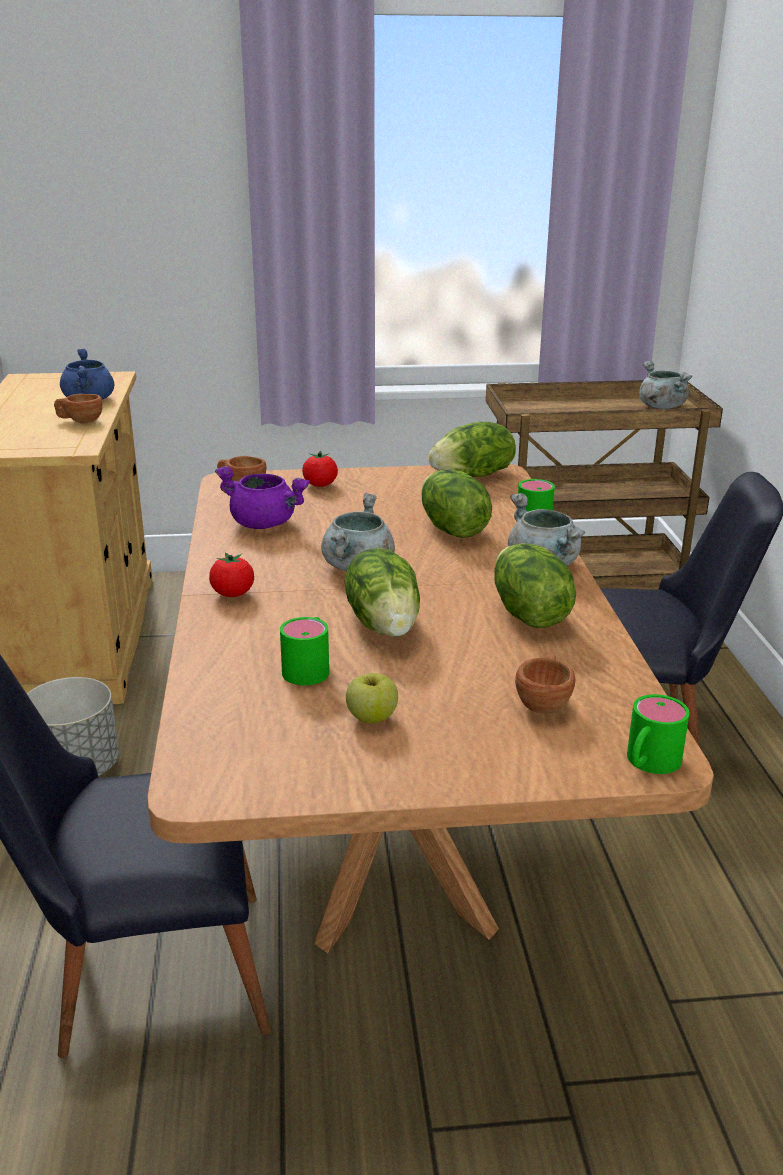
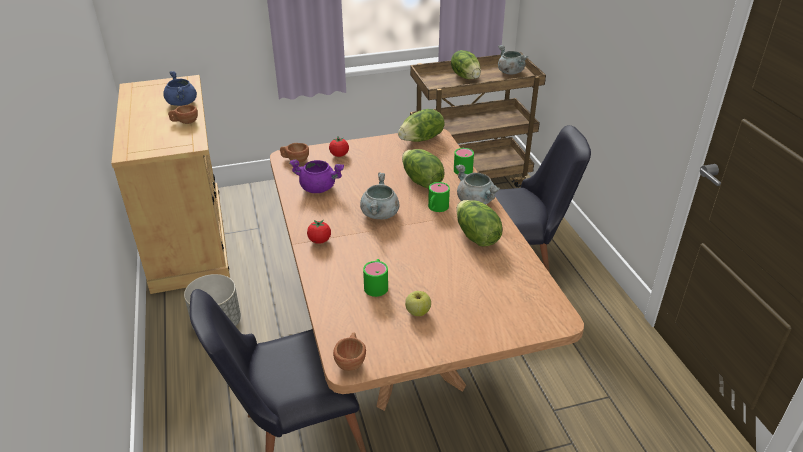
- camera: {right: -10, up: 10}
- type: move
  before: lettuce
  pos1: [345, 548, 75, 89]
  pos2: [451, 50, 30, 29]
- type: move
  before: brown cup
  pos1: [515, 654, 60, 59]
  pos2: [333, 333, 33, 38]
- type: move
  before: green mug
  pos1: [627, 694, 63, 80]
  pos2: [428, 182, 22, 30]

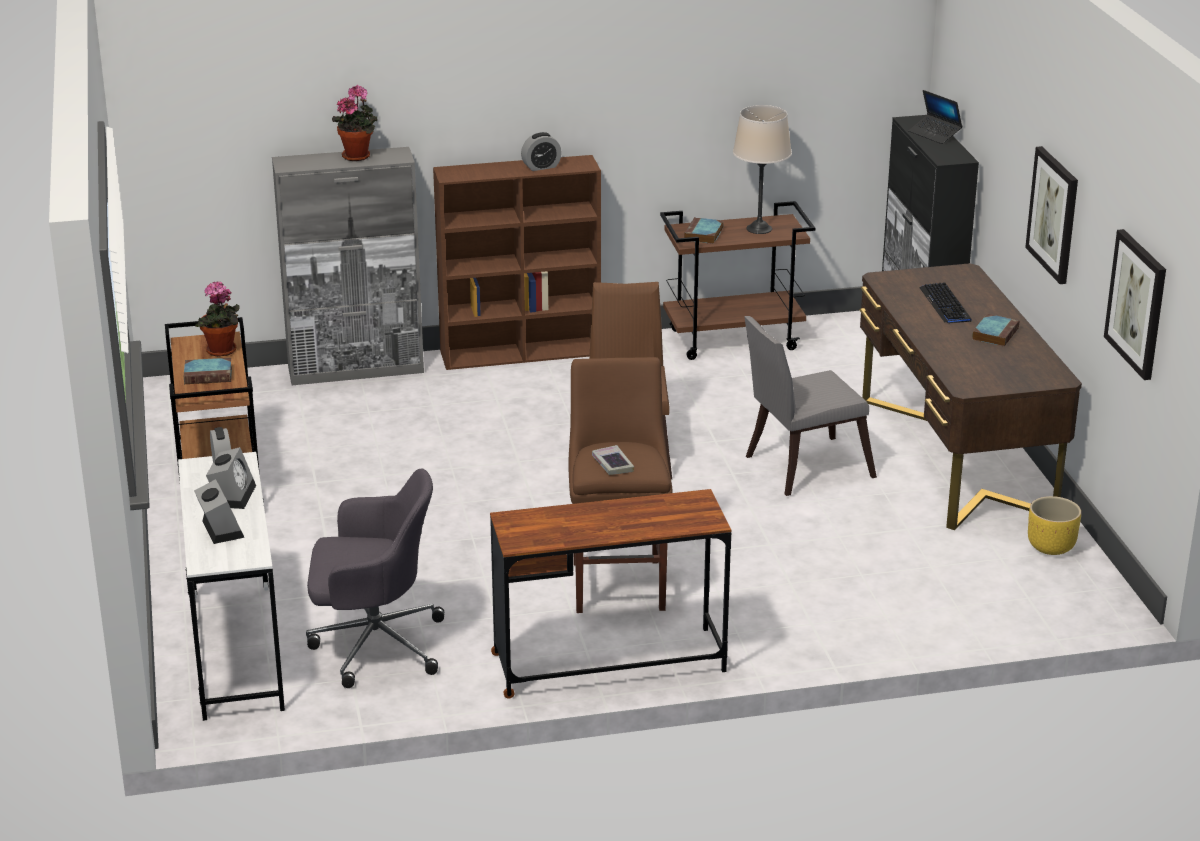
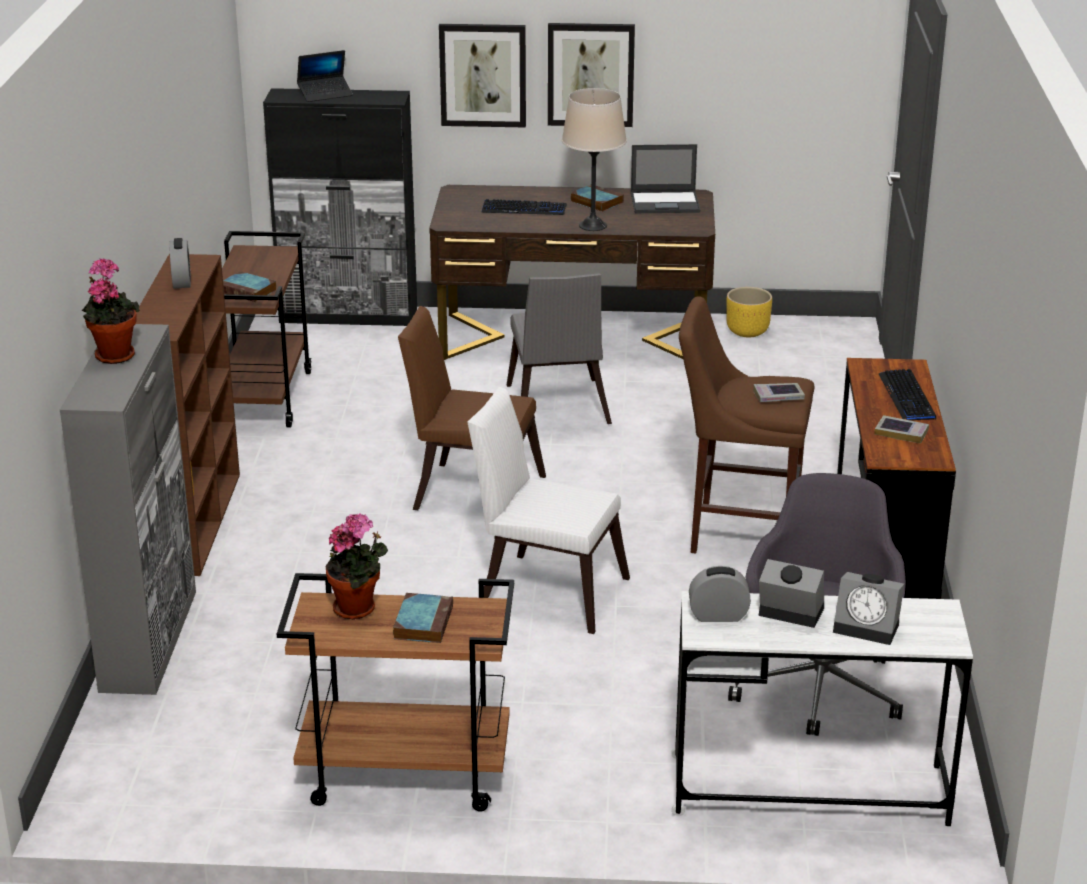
- camera: {right: -75, up: 0}
- type: insert
  after: white chair
  pos2: [467, 387, 163, 247]
- type: insert
  after: laptop
  pos2: [631, 144, 69, 69]
- type: insert
  after: book
  pos2: [874, 415, 55, 29]
- type: insert
  after: keyboard
  pos2: [879, 369, 57, 51]
- type: move
  before: beige table lamp
  pos1: [733, 105, 59, 129]
  pos2: [562, 88, 65, 143]
- type: move
  before: picture
  pos1: [1104, 229, 62, 151]
  pos2: [439, 24, 87, 104]
- type: rotate
  before: alarm clock
  pos1: [194, 479, 50, 65]
  pos2: [833, 572, 71, 73]
  turn: -150

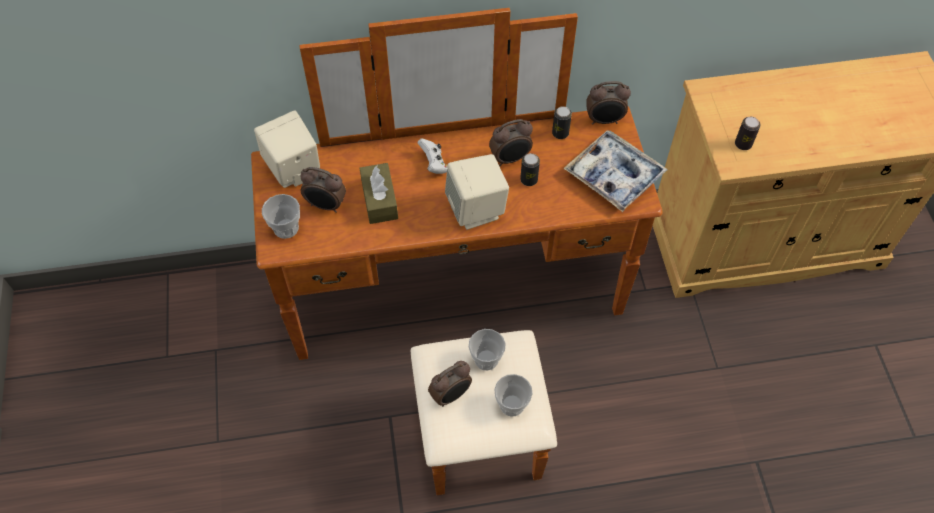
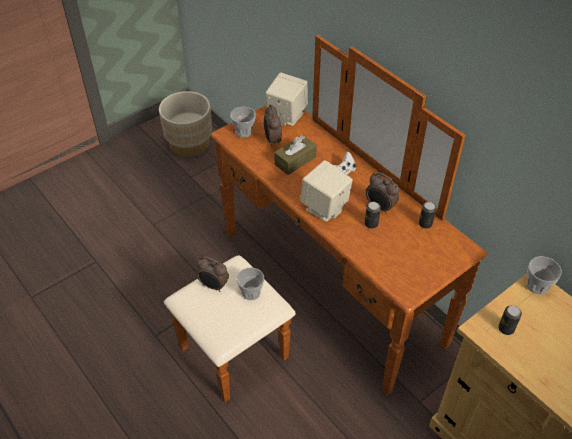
- camera: {right: 60, up: -10}
- type: delete
  before: tray
  pos1: [564, 130, 103, 82]
- type: delete
  before: alarm clock
  pos1: [586, 81, 45, 44]
- type: insert
  after: beige planter
  pos2: [159, 91, 53, 66]
- type: move
  before: cup
  pos1: [494, 374, 39, 42]
  pos2: [527, 256, 35, 39]

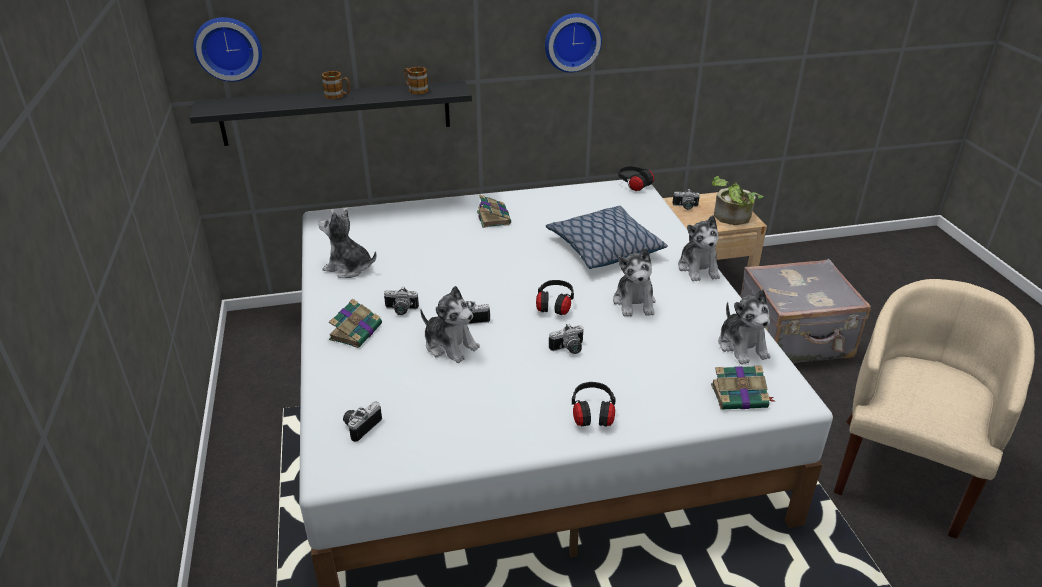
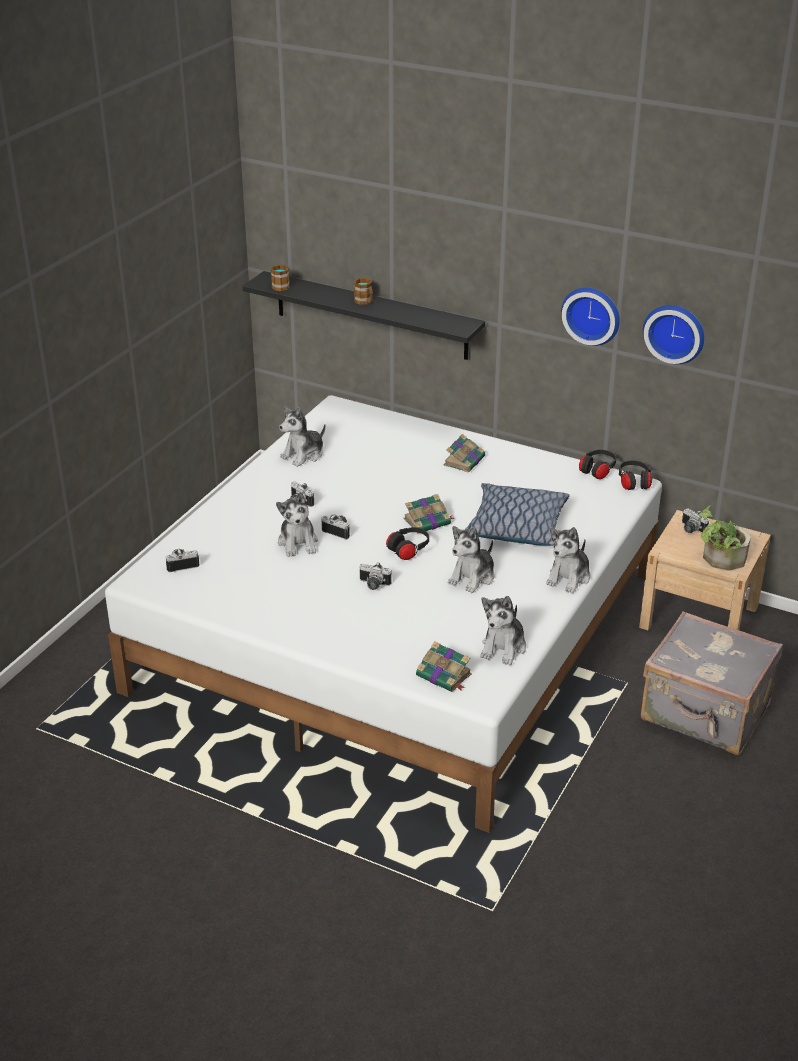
- camera: {right: 40, up: 0}
- type: delete
  before: beige armchair
  pos1: [834, 279, 201, 260]
- type: move
  before: wall clock
  pos1: [194, 17, 68, 65]
  pos2: [643, 305, 61, 59]
- type: move
  before: book
  pos1: [329, 299, 53, 49]
  pos2: [404, 494, 50, 40]
- type: move
  before: mug
  pos1: [404, 67, 24, 28]
  pos2: [271, 264, 19, 27]
- type: move
  before: black headphones
  pos1: [572, 382, 44, 45]
  pos2: [579, 449, 37, 30]
- type: rotate
  before: plush toy
  pos1: [319, 209, 58, 69]
  pos2: [279, 406, 46, 61]
  turn: -105

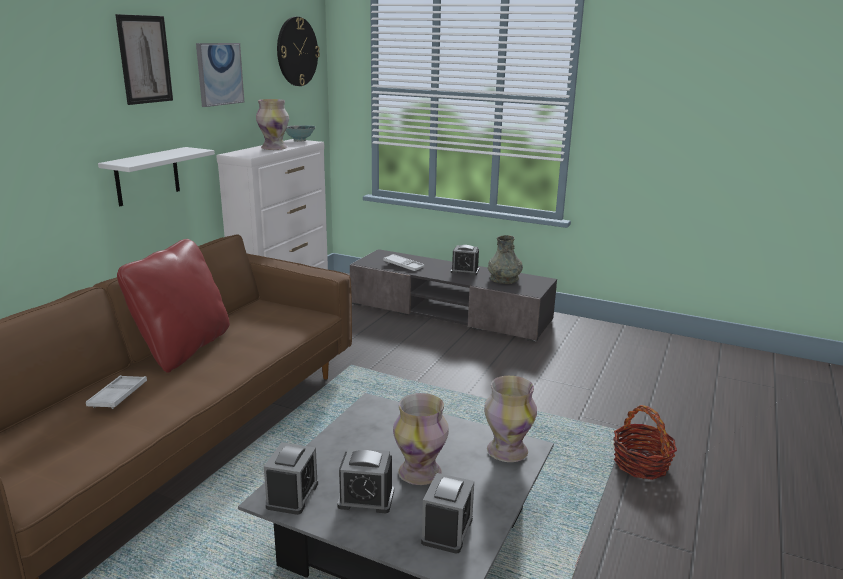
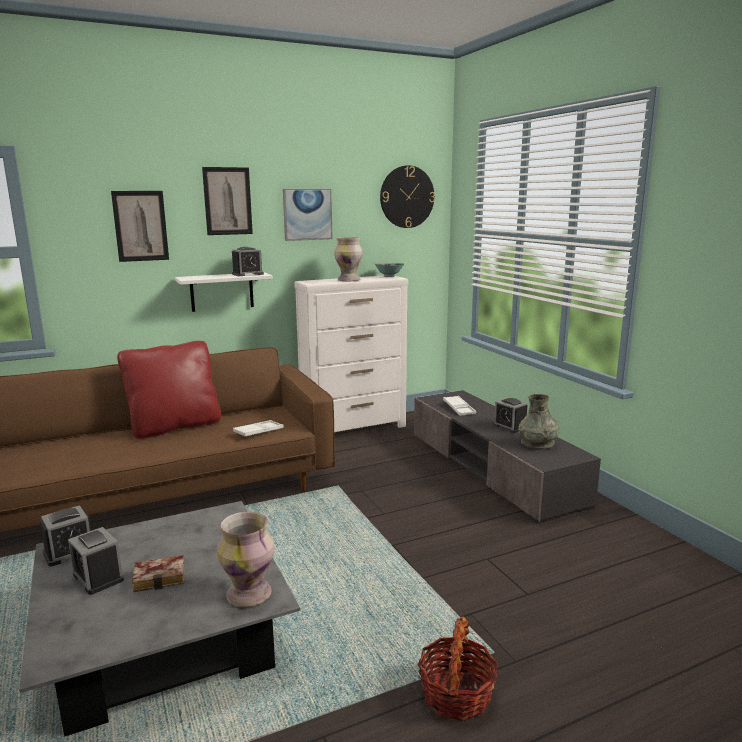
- camera: {right: 40, up: -5}
- type: insert
  after: picture
  pos2: [111, 191, 58, 71]
- type: move
  before: white tray
  pos1: [86, 375, 61, 34]
  pos2: [233, 420, 51, 18]
- type: move
  before: alarm clock
  pos1: [421, 473, 53, 81]
  pos2: [232, 247, 32, 29]
- type: replace
  before: vase
  after: book
  pos1: [393, 393, 56, 92]
  pos2: [132, 555, 53, 37]

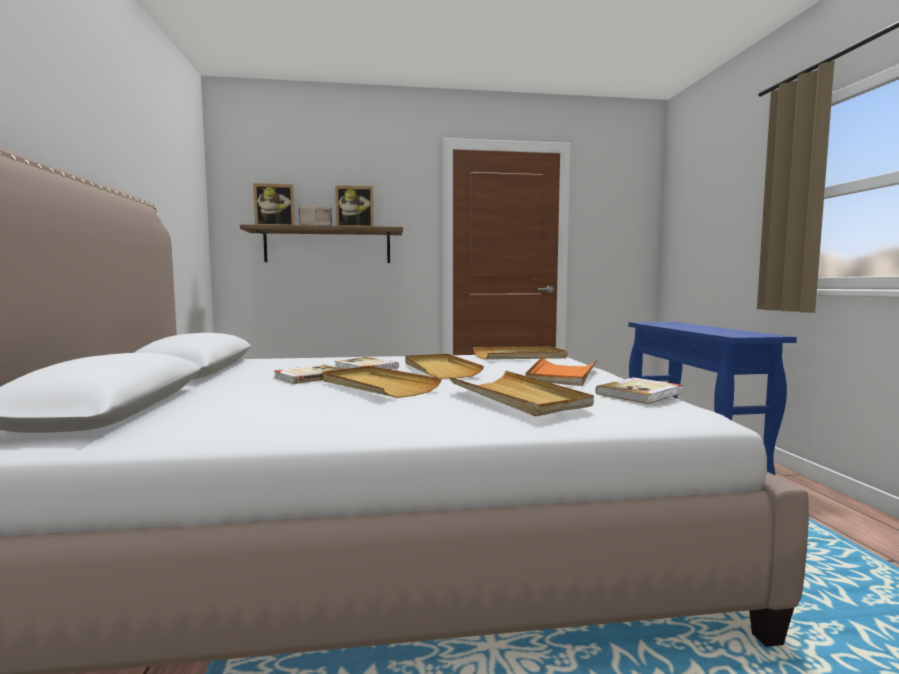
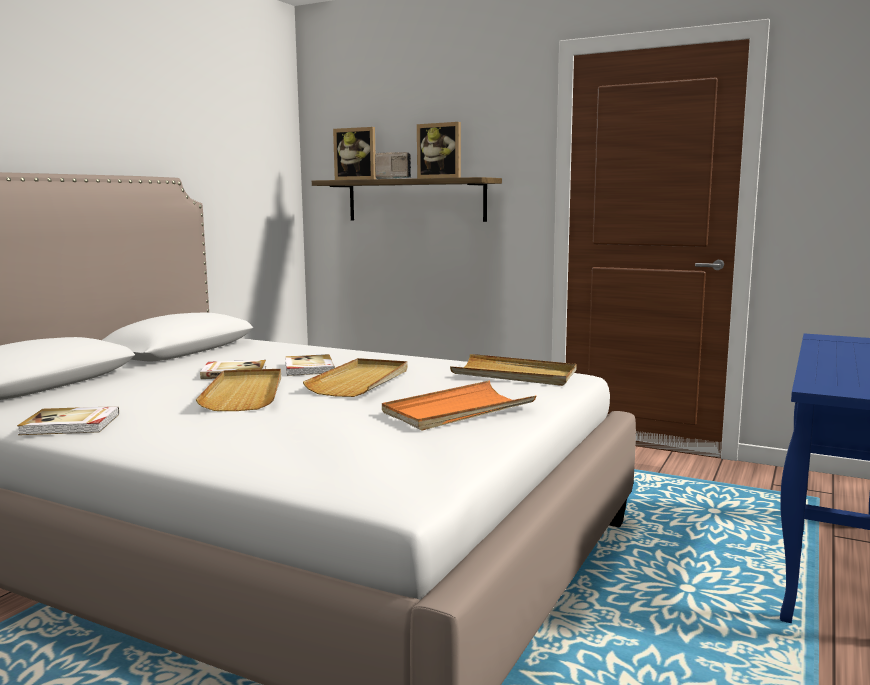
- camera: {right: 35, up: 5}
- type: delete
  before: beige tray
  pos1: [449, 371, 145, 46]
- type: move
  before: book
  pos1: [595, 377, 88, 27]
  pos2: [17, 406, 102, 29]

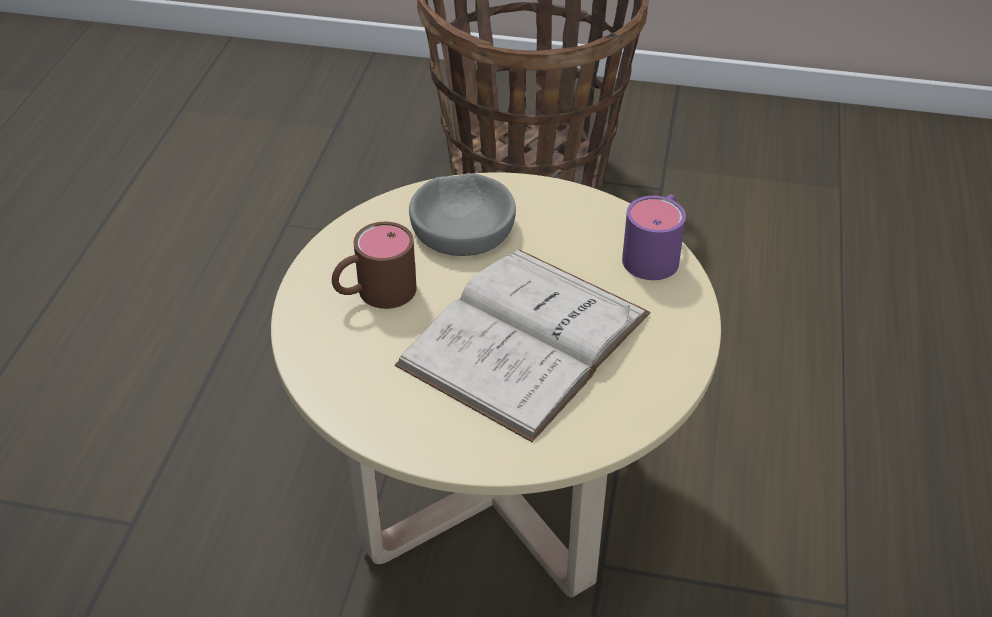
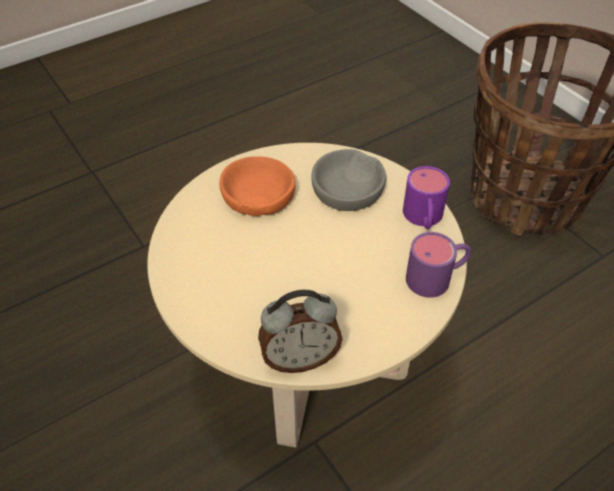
- camera: {right: 45, up: 5}
- type: delete
  before: white book
  pos1: [395, 250, 255, 192]
- type: insert
  after: alarm clock
  pos2: [258, 290, 84, 83]
- type: insert
  after: purple mug
  pos2: [403, 166, 47, 63]
- type: replace
  before: brown mug
  after: orange bowl
  pos1: [332, 222, 85, 87]
  pos2: [219, 156, 77, 60]

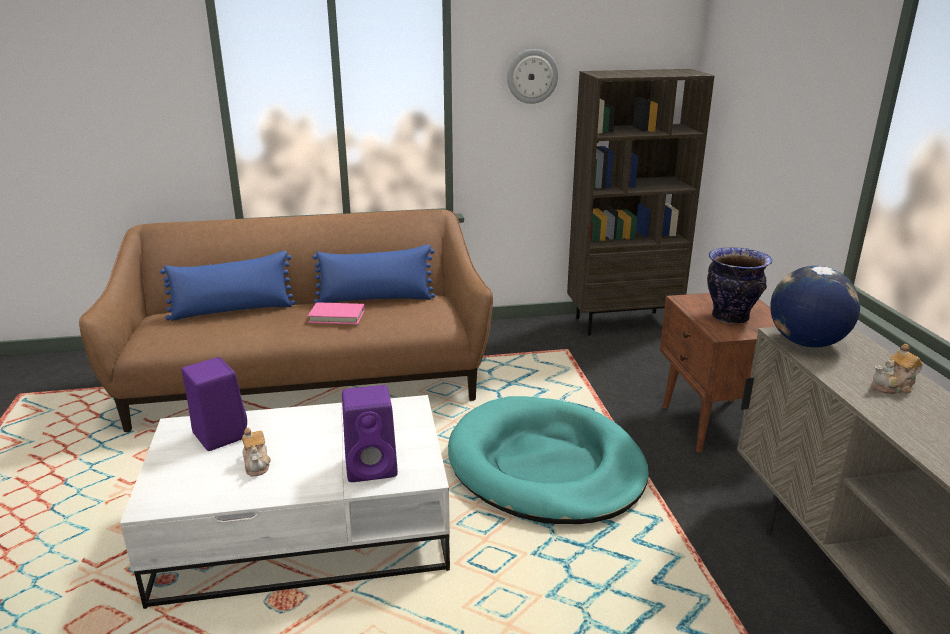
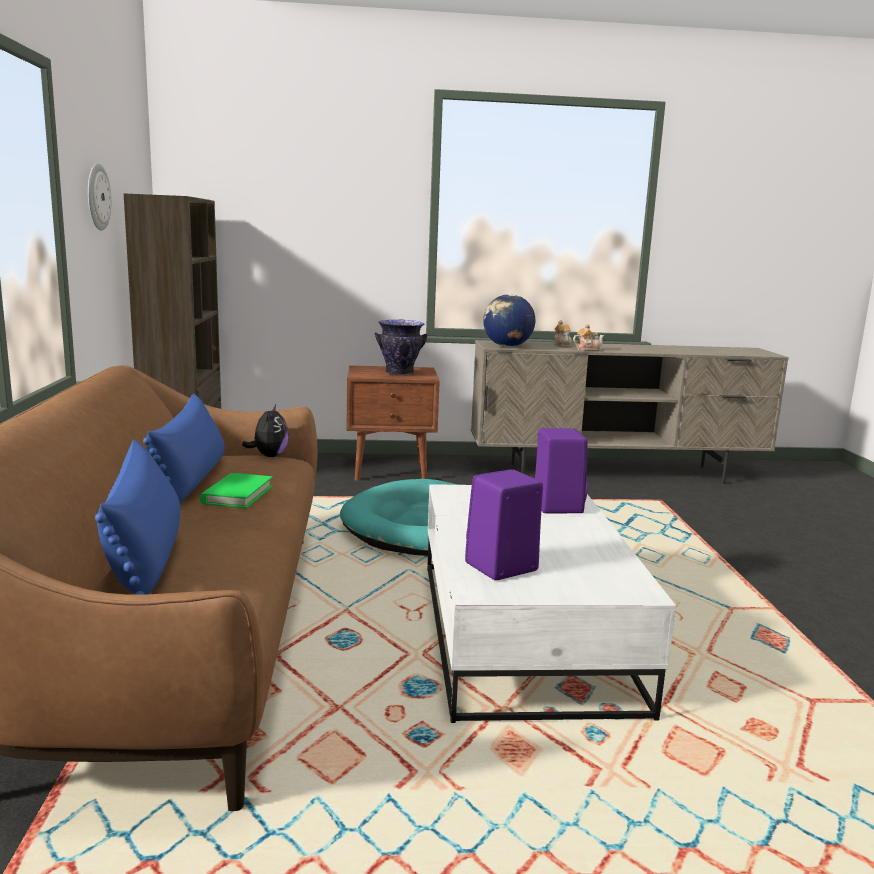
- camera: {right: -85, up: -10}
- type: insert
  after: plush toy
  pos2: [242, 405, 47, 52]
- type: move
  before: teapot
  pos1: [242, 428, 29, 48]
  pos2: [573, 324, 32, 27]
- type: recolor
  before: pink book
  after: green book
  pos1: [308, 302, 57, 22]
  pos2: [200, 473, 73, 35]

